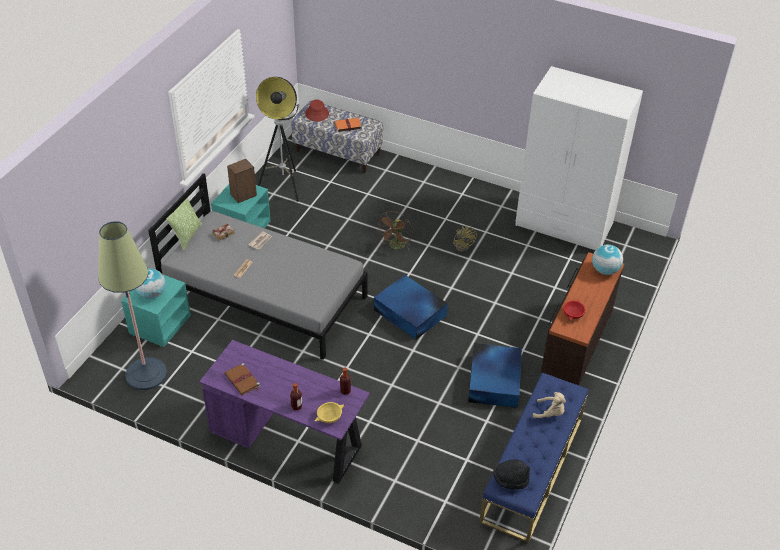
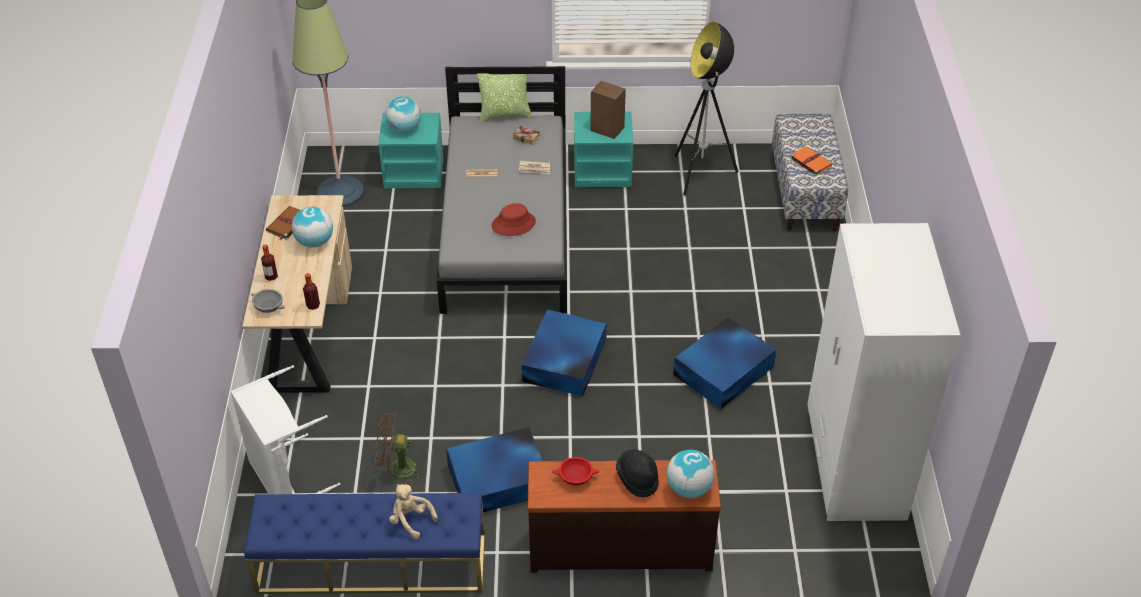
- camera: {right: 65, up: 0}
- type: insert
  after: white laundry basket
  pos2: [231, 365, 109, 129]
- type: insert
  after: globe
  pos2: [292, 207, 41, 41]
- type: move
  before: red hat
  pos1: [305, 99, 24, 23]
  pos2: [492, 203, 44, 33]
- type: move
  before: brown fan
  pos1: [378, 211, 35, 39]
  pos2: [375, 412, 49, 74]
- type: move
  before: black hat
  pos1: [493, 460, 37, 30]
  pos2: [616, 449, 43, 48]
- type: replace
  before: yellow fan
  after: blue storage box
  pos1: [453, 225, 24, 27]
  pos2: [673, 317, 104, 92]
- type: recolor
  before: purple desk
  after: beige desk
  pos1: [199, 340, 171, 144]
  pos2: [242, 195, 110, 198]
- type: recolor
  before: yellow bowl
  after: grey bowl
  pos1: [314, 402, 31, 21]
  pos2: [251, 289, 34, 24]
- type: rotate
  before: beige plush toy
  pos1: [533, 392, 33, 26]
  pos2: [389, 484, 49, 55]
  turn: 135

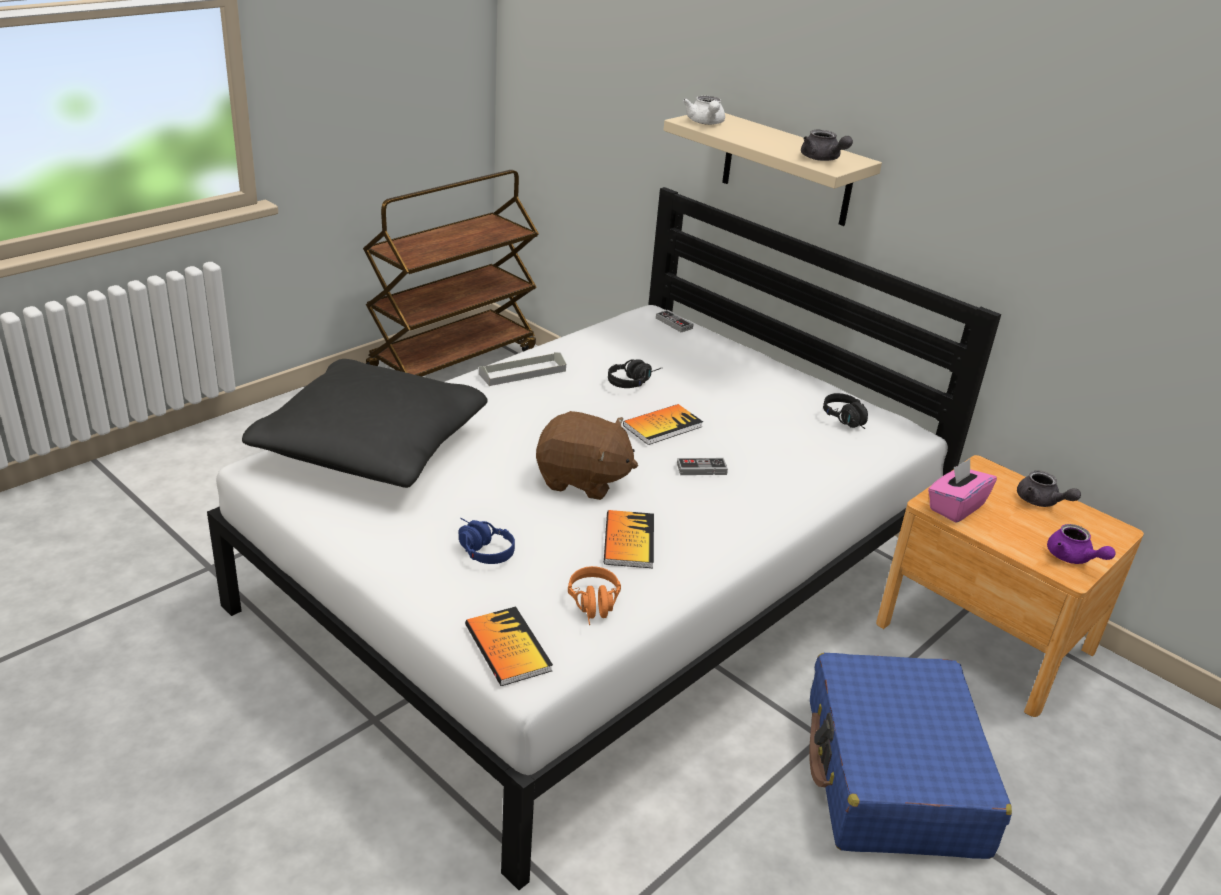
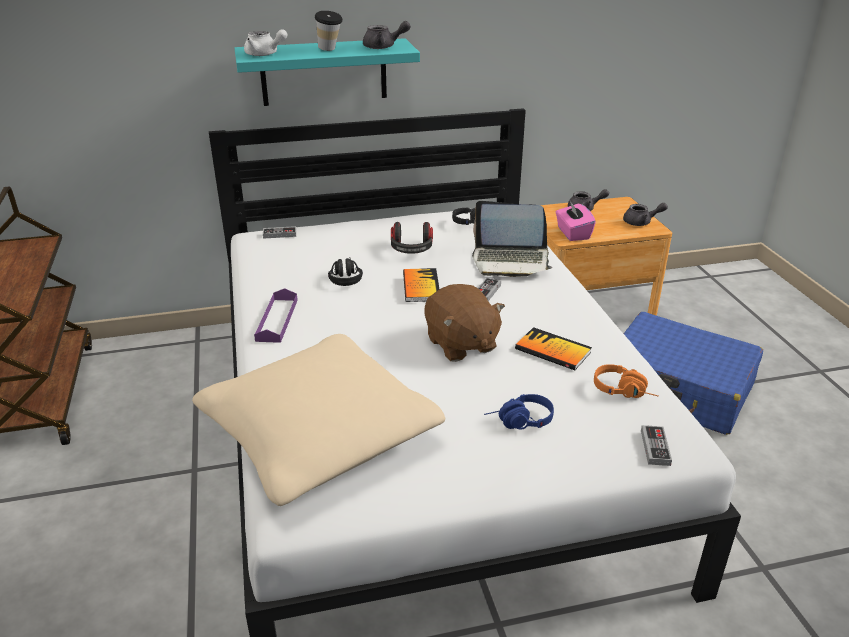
- camera: {right: -55, up: 0}
- type: insert
  after: cup
  pos2: [315, 11, 28, 40]
- type: insert
  after: headphones
  pos2: [391, 222, 42, 32]
- type: insert
  after: laptop
  pos2: [472, 201, 80, 76]
- type: replace
  before: book
  after: game controller
  pos1: [465, 607, 88, 79]
  pos2: [641, 425, 31, 41]
- type: recolor
  before: black pillow
  after: beige pillow
  pos1: [242, 359, 246, 129]
  pos2: [192, 334, 253, 172]
- type: recolor
  before: grey tray
  after: purple tray
  pos1: [479, 352, 87, 34]
  pos2: [254, 288, 44, 55]
- type: recolor
  before: beige shelf
  after: turquoise shelf
  pos1: [664, 113, 218, 113]
  pos2: [234, 38, 186, 68]
- type: recolor
  before: purple teapot
  after: grey teapot
  pos1: [1047, 524, 68, 40]
  pos2: [623, 203, 45, 23]
- type: rotate
  before: brown plush toy
  pos1: [536, 411, 102, 89]
  pos2: [424, 284, 81, 78]
  turn: 105

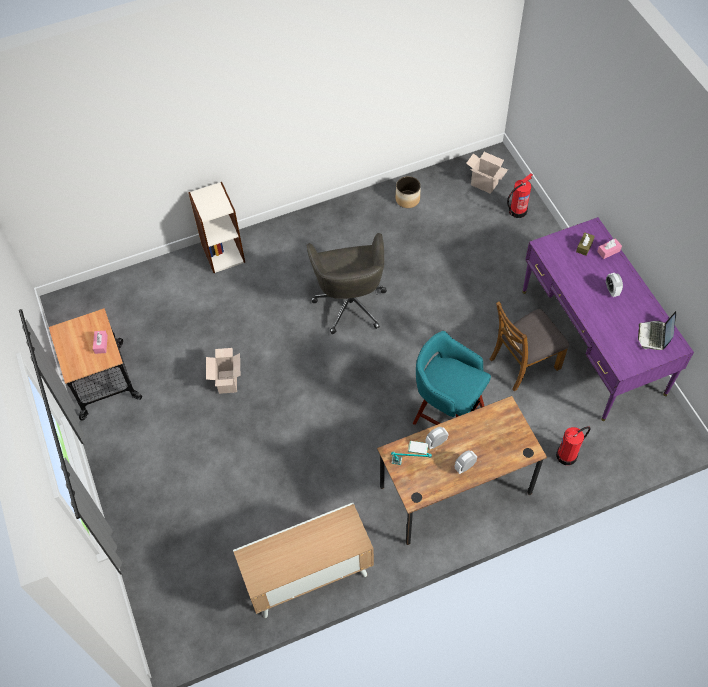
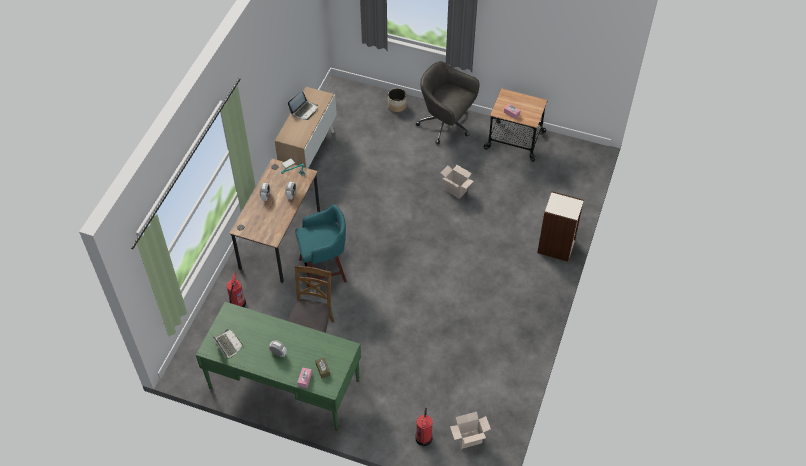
- camera: {right: 130, up: -5}
- type: insert
  after: laptop
  pos2: [288, 91, 30, 29]
- type: move
  before: grey office chair
  pos1: [307, 233, 80, 101]
  pos2: [416, 61, 63, 84]
- type: move
  before: planter
  pos1: [396, 176, 25, 32]
  pos2: [388, 88, 19, 24]
- type: recolor
  before: purple desk
  after: green desk
  pos1: [522, 217, 172, 204]
  pos2: [196, 302, 165, 129]

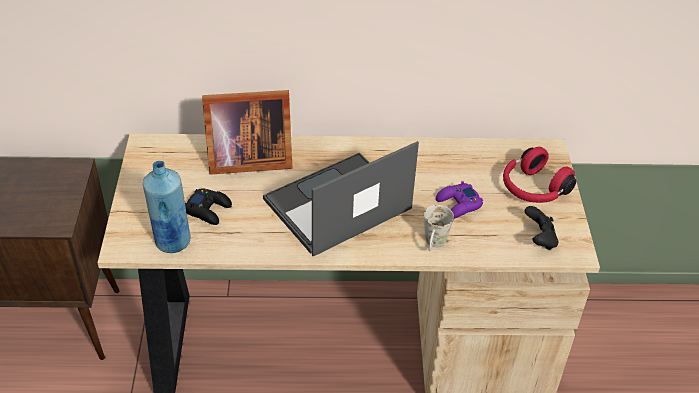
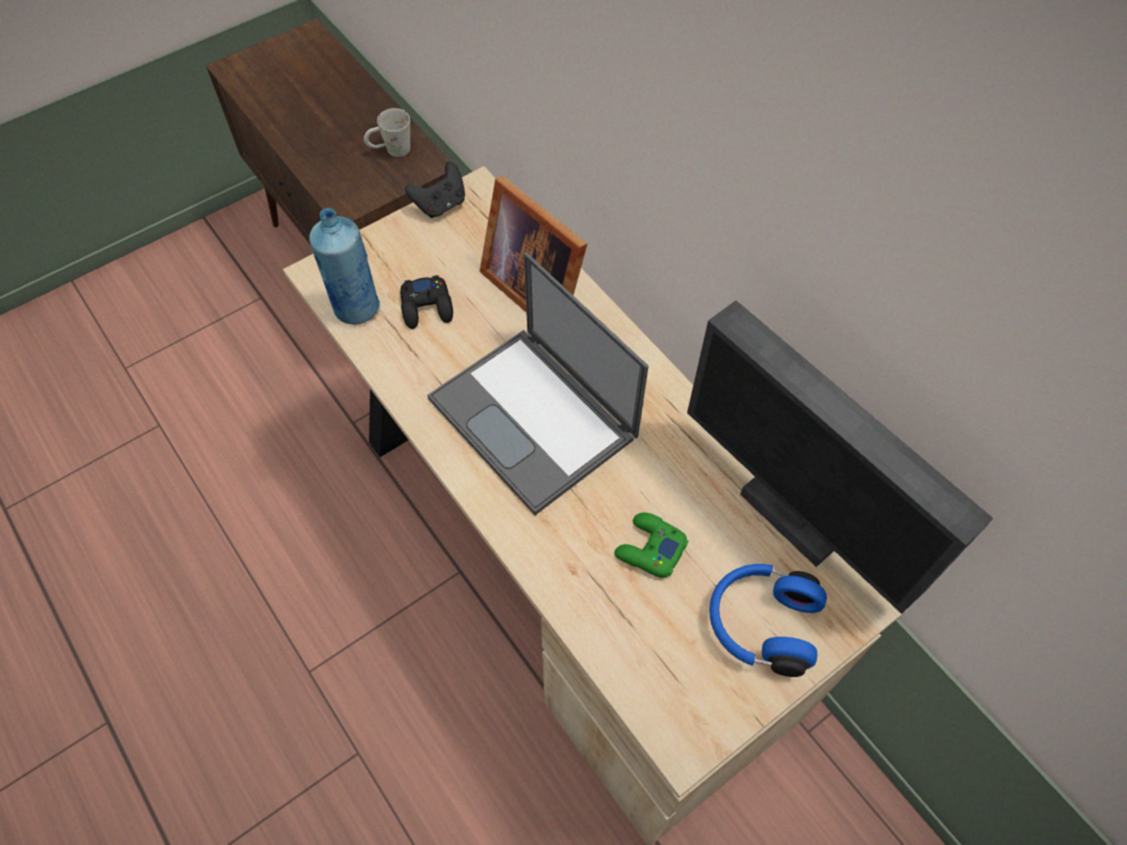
- camera: {right: 55, up: 15}
- type: insert
  after: monitor
  pos2: [687, 300, 307, 314]
- type: move
  before: white mug
  pos1: [424, 205, 30, 46]
  pos2: [364, 108, 46, 49]
- type: move
  before: black game controller
  pos1: [525, 206, 33, 44]
  pos2: [405, 162, 60, 56]
- type: recolor
  before: purple game controller
  after: green game controller
  pos1: [436, 181, 47, 38]
  pos2: [614, 512, 74, 66]
- type: recolor
  before: red headphones
  after: blue headphones
  pos1: [503, 147, 73, 56]
  pos2: [709, 564, 118, 113]
- type: rotate
  before: laptop
  pos1: [263, 141, 156, 116]
  pos2: [427, 252, 222, 263]
  turn: -150

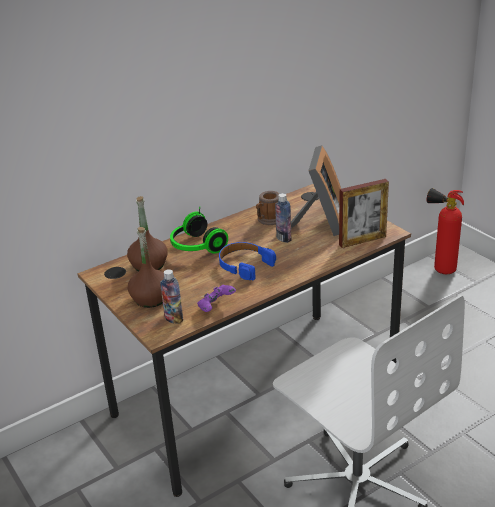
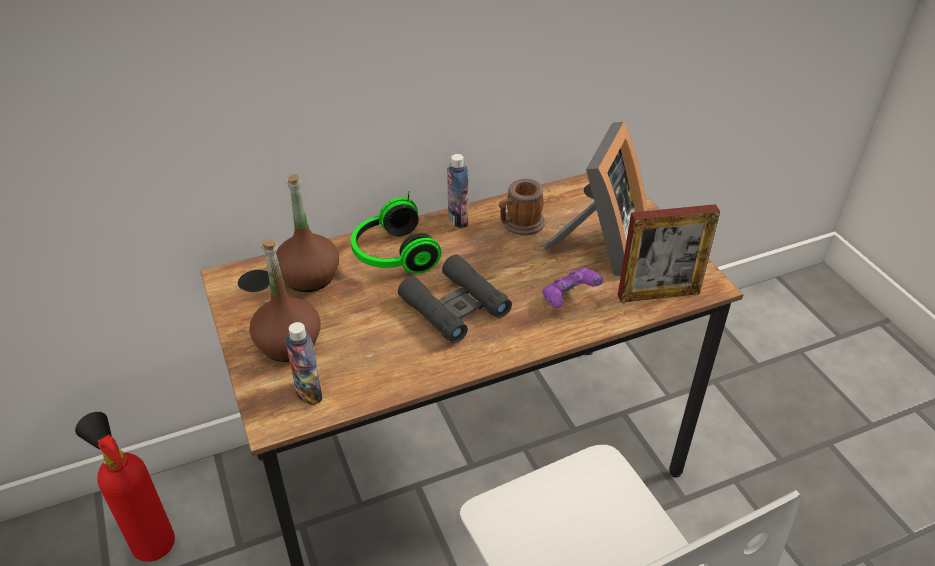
- camera: {right: 10, up: 10}
- type: move
  before: purple game controller
  pos1: [197, 285, 39, 27]
  pos2: [542, 267, 61, 41]
- type: move
  before: bottle
  pos1: [275, 193, 16, 50]
  pos2: [447, 154, 21, 74]
- type: move
  before: fire extinguisher
  pos1: [427, 188, 37, 86]
  pos2: [75, 412, 100, 150]
- type: replace
  before: blue headphones
  after: black binoculars
  pos1: [219, 242, 57, 38]
  pos2: [398, 255, 114, 88]

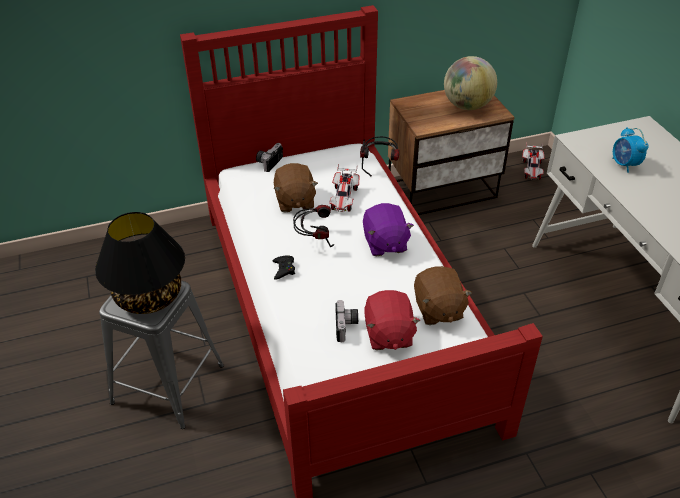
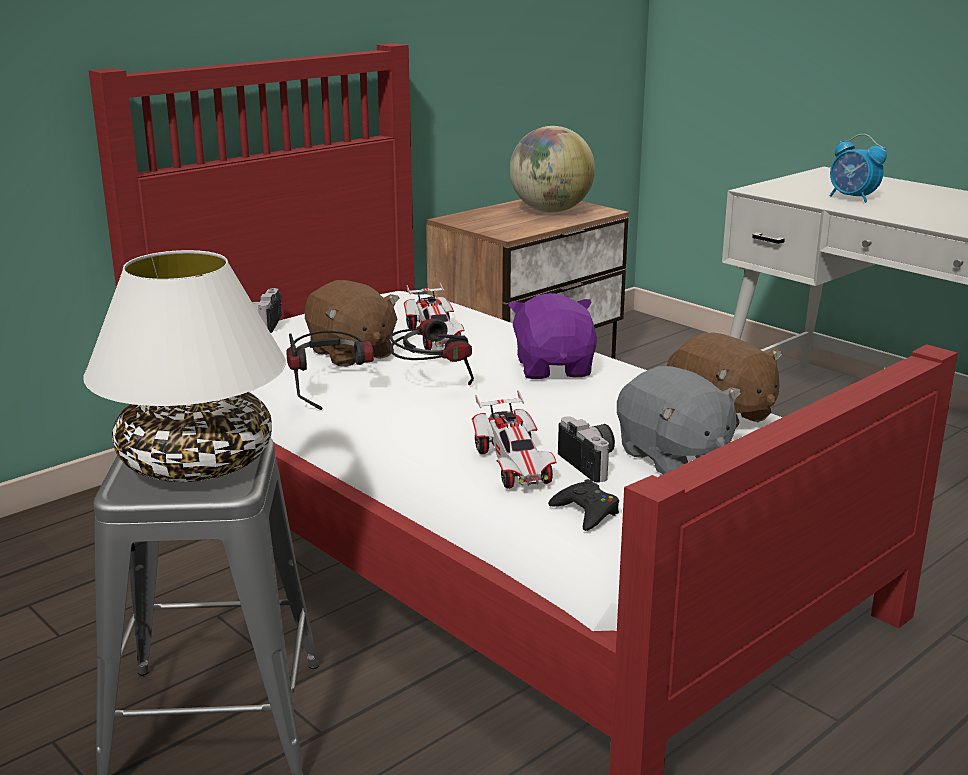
- camera: {right: -25, up: -20}
- type: move
  before: black game controller
  pos1: [273, 255, 22, 25]
  pos2: [548, 479, 71, 52]
- type: move
  before: headphones
  pos1: [360, 136, 40, 40]
  pos2: [286, 331, 88, 79]
- type: move
  before: toy car
  pos1: [522, 142, 22, 38]
  pos2: [472, 390, 85, 99]
- type: recolor
  before: black table lamp
  after: white table lamp
  pos1: [95, 212, 90, 102]
  pos2: [83, 250, 203, 232]
- type: recolor
  before: red plush toy
  after: grey plush toy
  pos1: [364, 290, 57, 60]
  pos2: [617, 366, 124, 108]
- type: rotate
  before: purple plush toy
  pos1: [363, 203, 51, 53]
  pos2: [509, 293, 88, 86]
  turn: -150

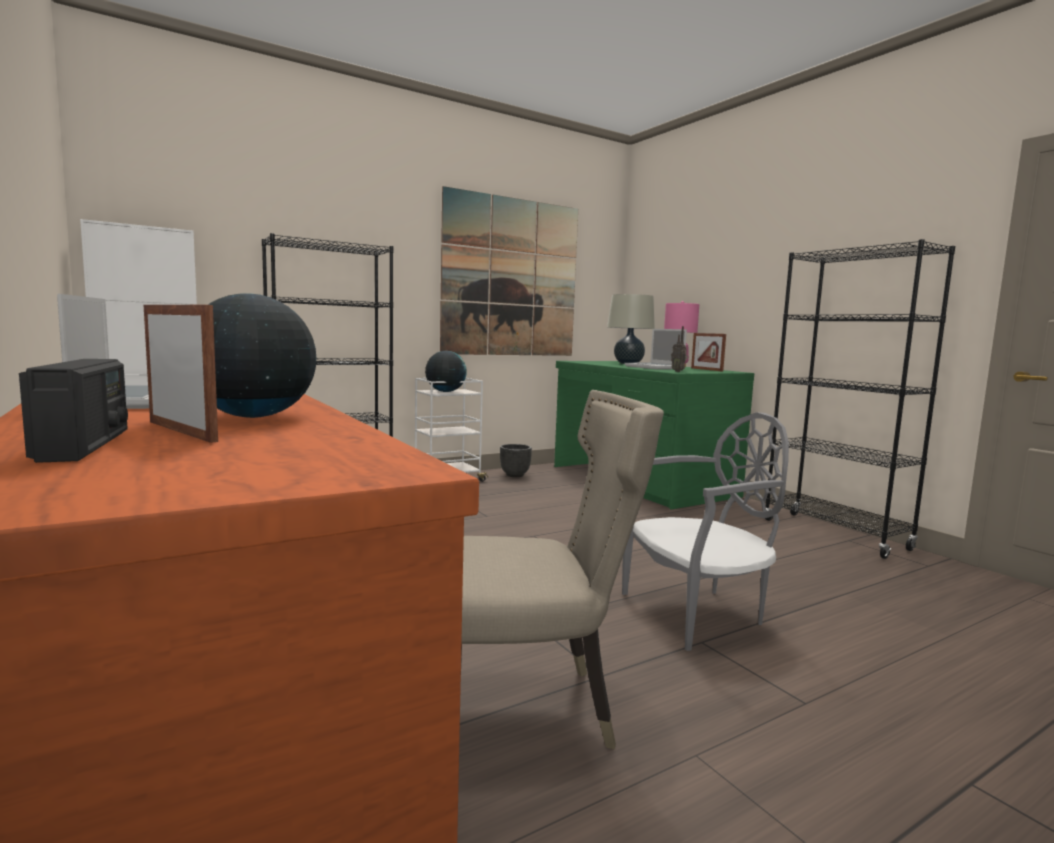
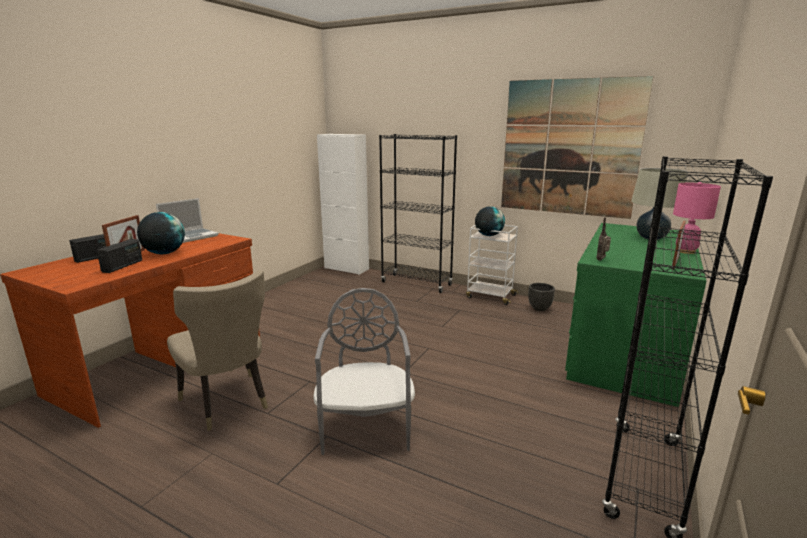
- camera: {right: 60, up: 10}
- type: delete
  before: laptop
  pos1: [624, 329, 63, 41]
- type: insert
  after: radio
  pos2: [97, 239, 45, 34]
- type: rotate
  before: grey chair
  pos1: [622, 412, 167, 239]
  pos2: [313, 288, 102, 167]
  turn: -135

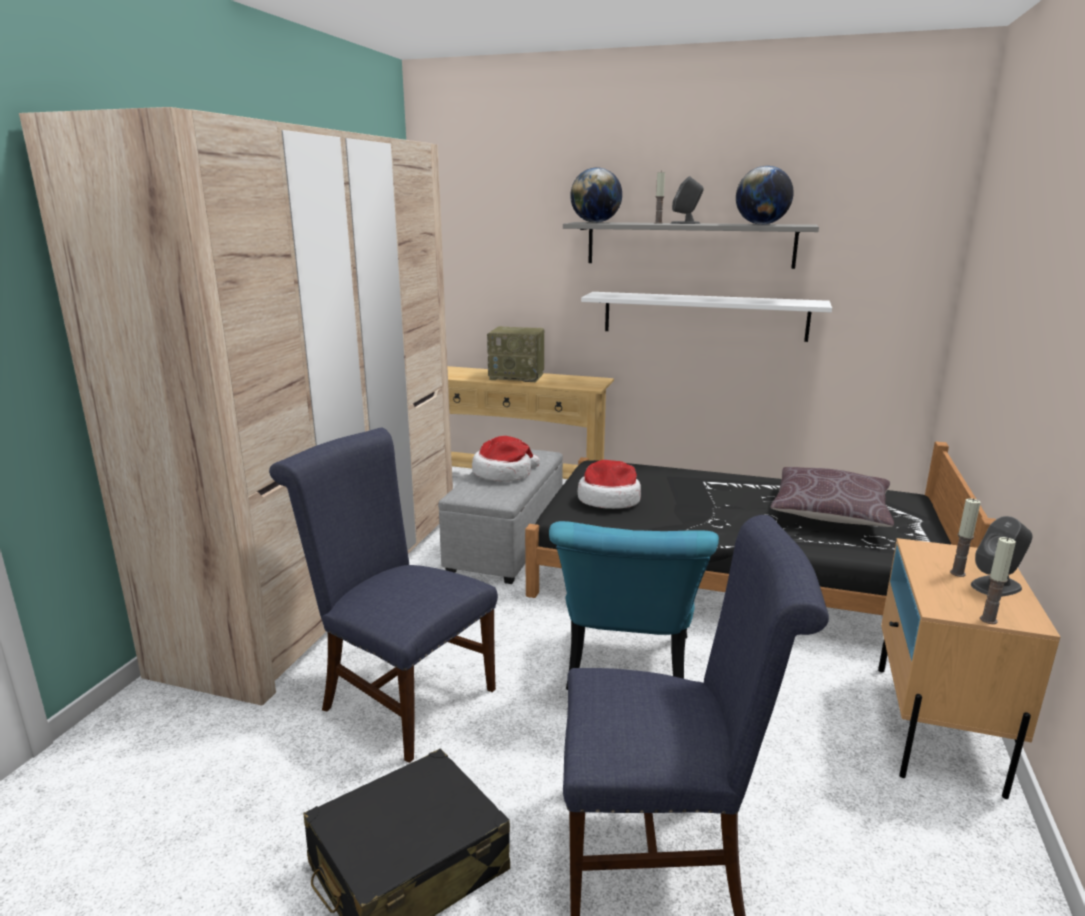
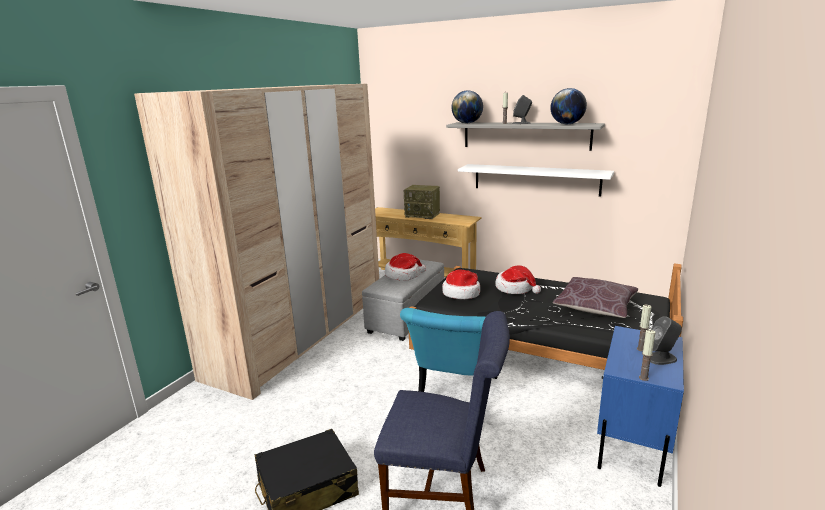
- camera: {right: 10, up: 0}
- type: delete
  before: blue chair
  pos1: [269, 428, 229, 335]
- type: insert
  after: hat
  pos2: [495, 265, 46, 29]
- type: recolor
  before: beige nightstand
  after: blue nightstand
  pos1: [878, 538, 182, 261]
  pos2: [597, 326, 87, 161]

